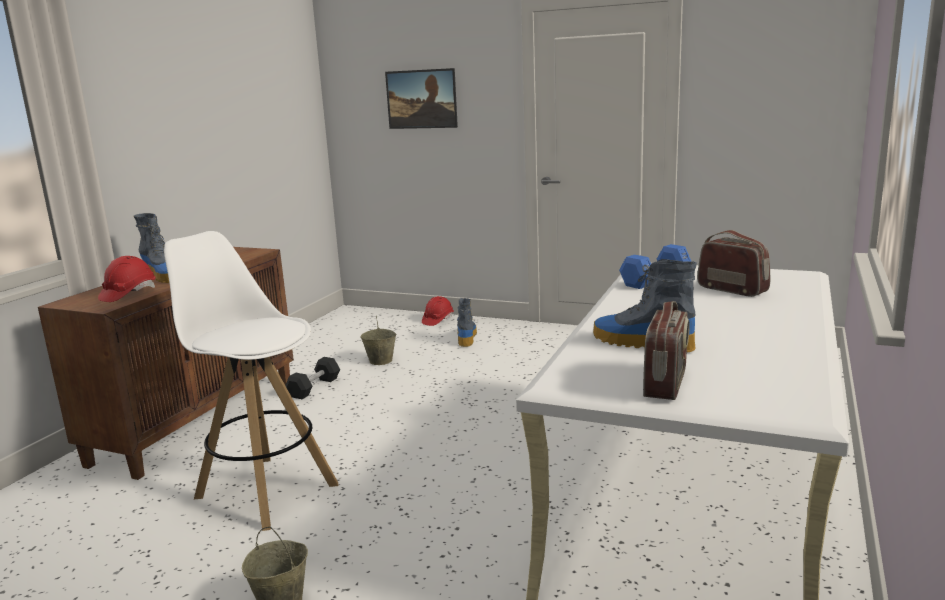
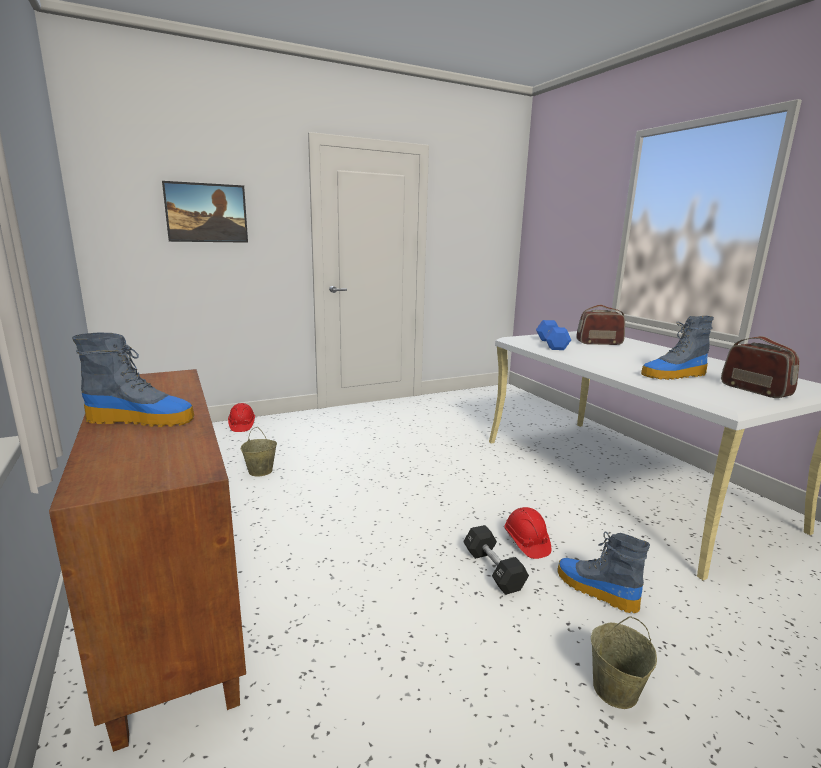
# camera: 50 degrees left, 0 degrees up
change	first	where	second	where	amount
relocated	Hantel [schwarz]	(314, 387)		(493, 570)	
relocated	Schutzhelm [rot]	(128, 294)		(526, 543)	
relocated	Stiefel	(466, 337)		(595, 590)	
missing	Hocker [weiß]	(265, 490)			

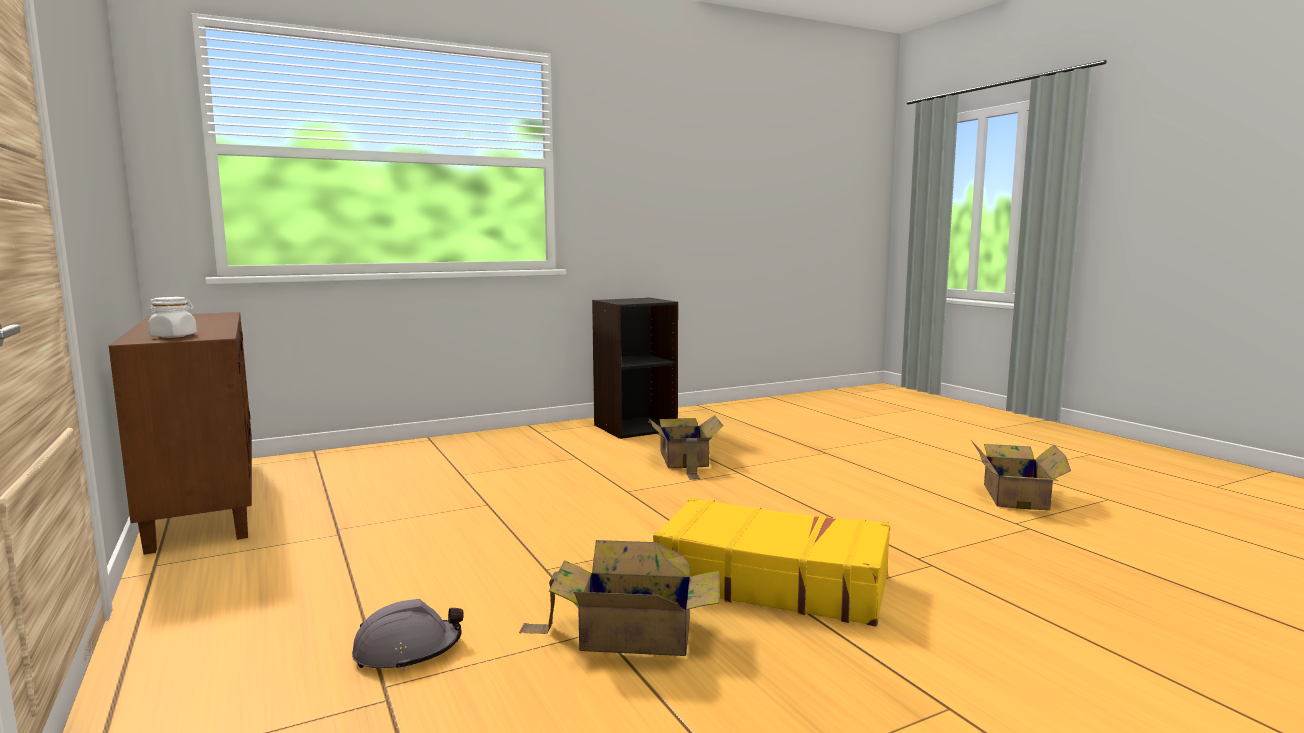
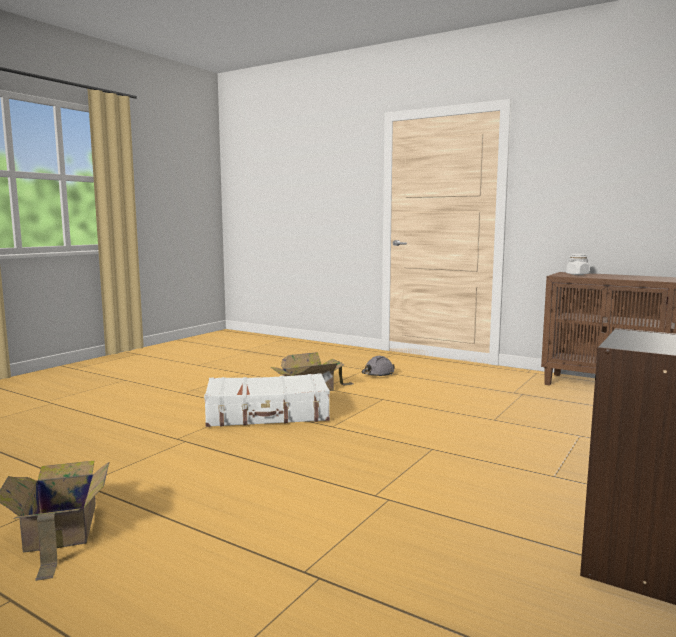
# camera: 150 degrees right, 0 degrees up
change	first	where	second	where	amount
colour	Koffer [gelb]	(772, 581)	Koffer [weiß]	(268, 414)	
missing	Karton	(683, 460)			

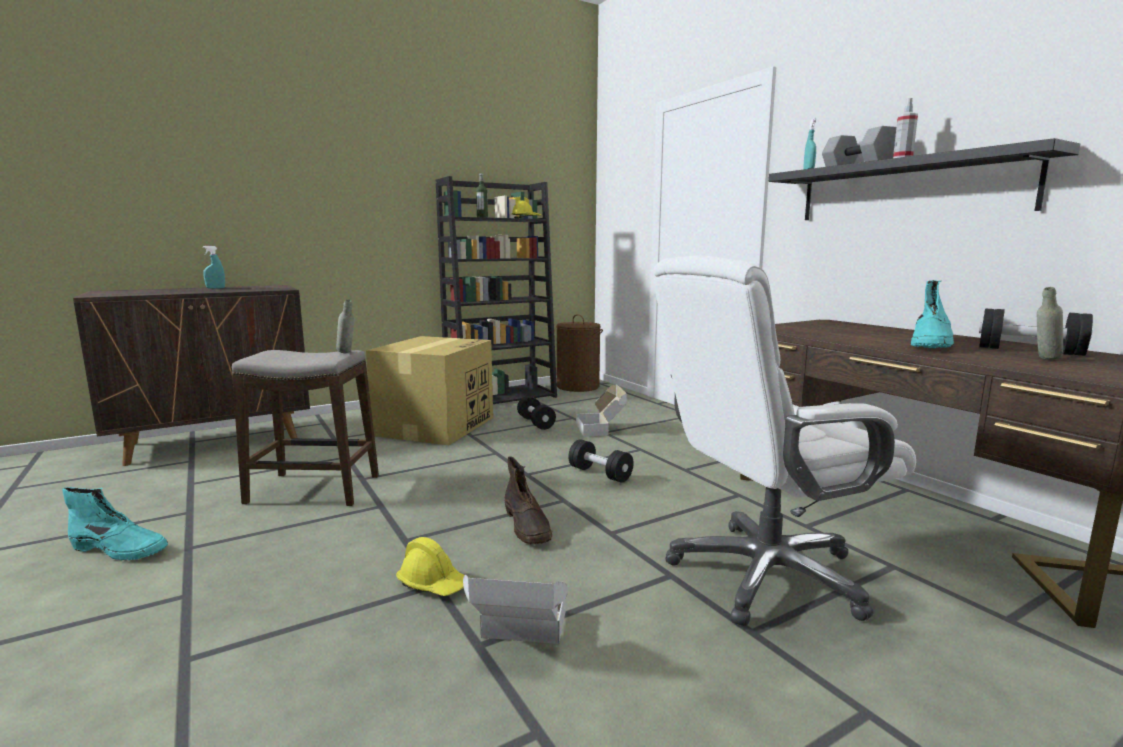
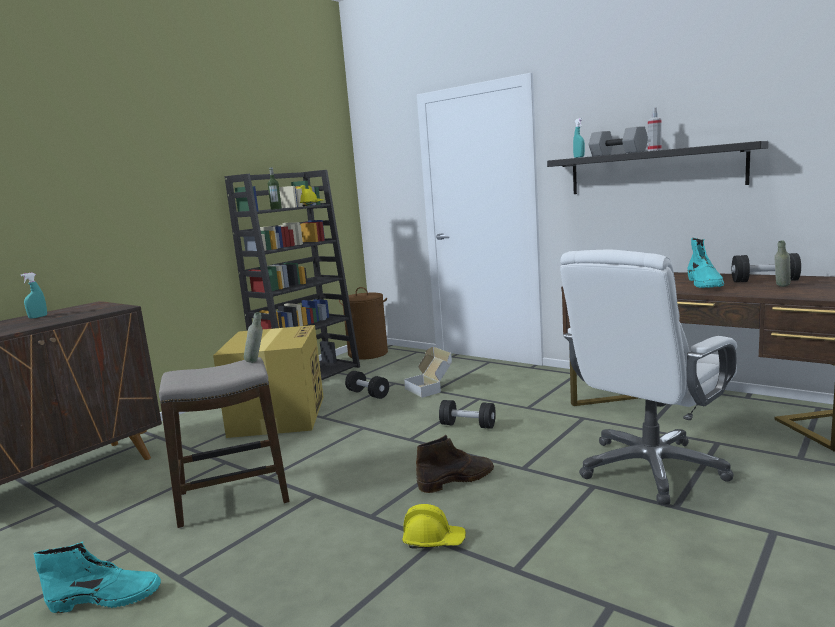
# camera: 20 degrees left, 0 degrees up
change	first	where	second	where	amount
spun	Stiefel [braun]	(527, 526)		(457, 479)	75 degrees counterclockwise
missing	Karton	(520, 638)			

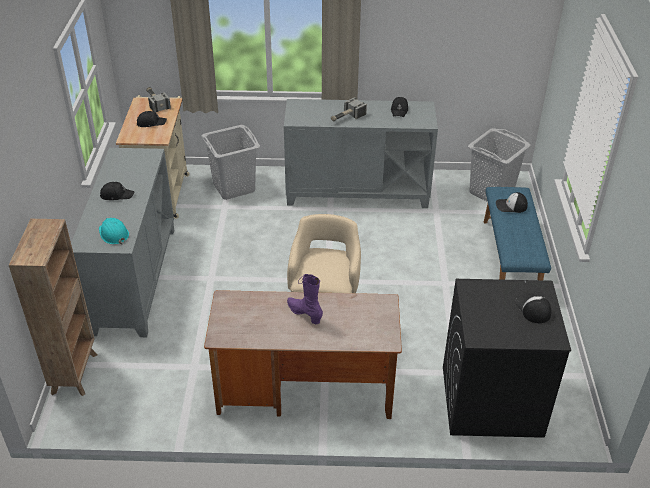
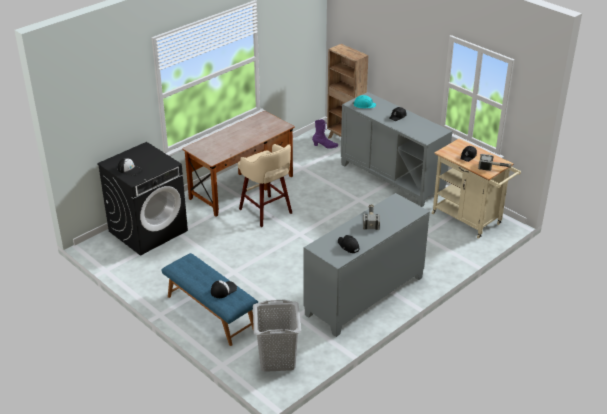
# camera: 135 degrees right, 5 degrees down
change	first	where	second	where	amount
relocated	Stiefel [lila]	(304, 314)		(325, 146)	
missing	Wäschekorb [grau]	(233, 187)			

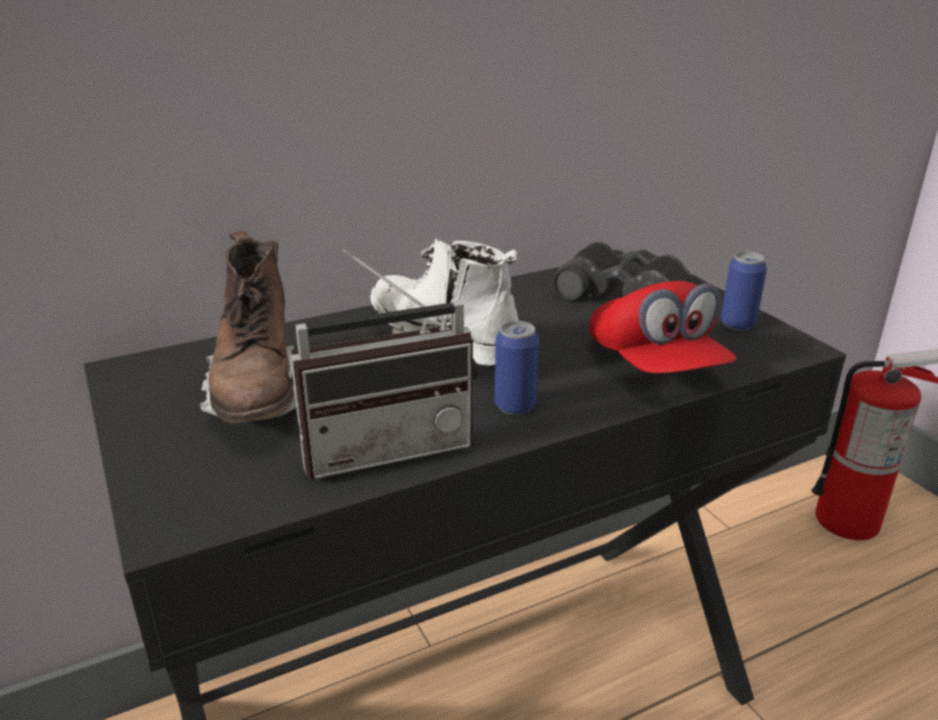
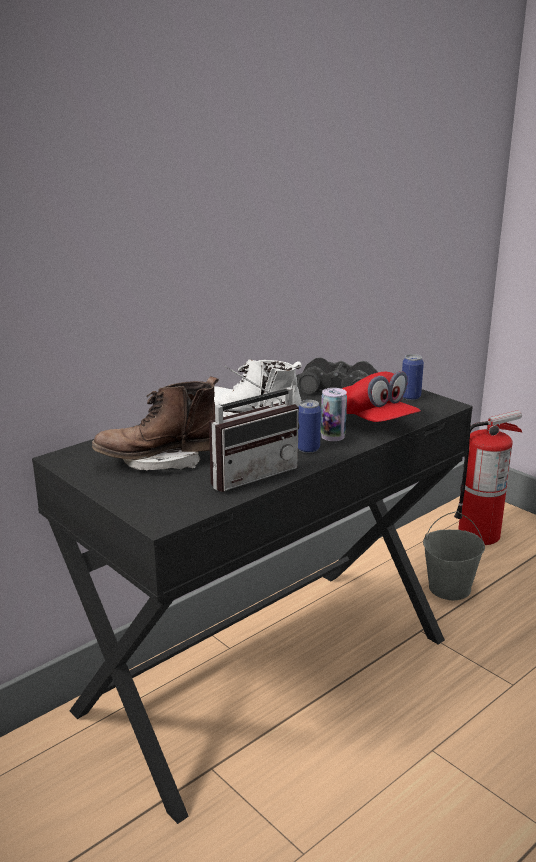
# camera: 15 degrees left, 5 degrees down
change	first	where	second	where	amount
spun	Stiefel [braun]	(258, 397)		(159, 461)	105 degrees clockwise
appeared			Dose	(332, 436)	
appeared			Eimer [grau]	(449, 588)	

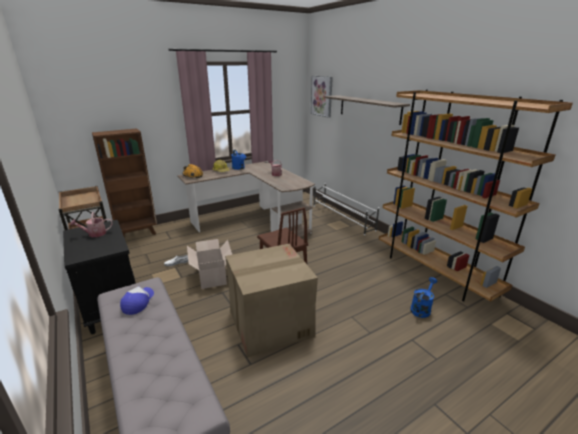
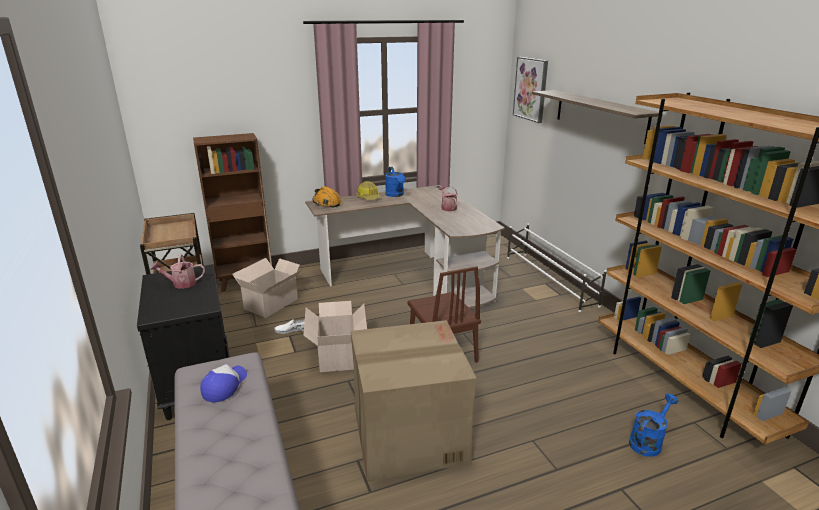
# camera: 10 degrees right, 0 degrees up
change	first	where	second	where	amount
appeared			Karton	(272, 303)	

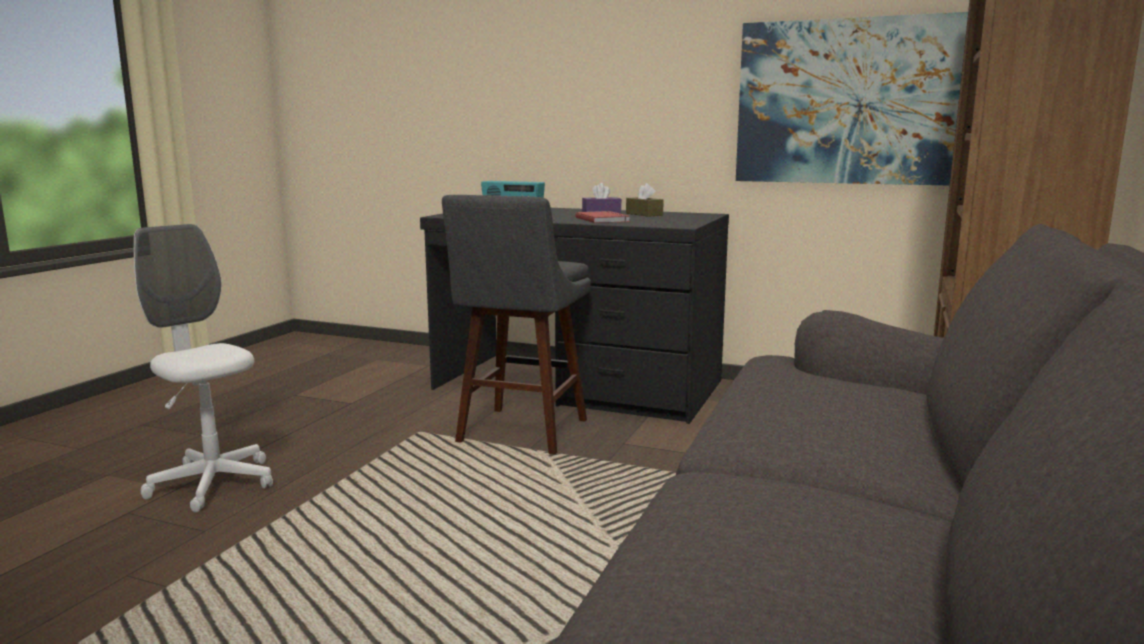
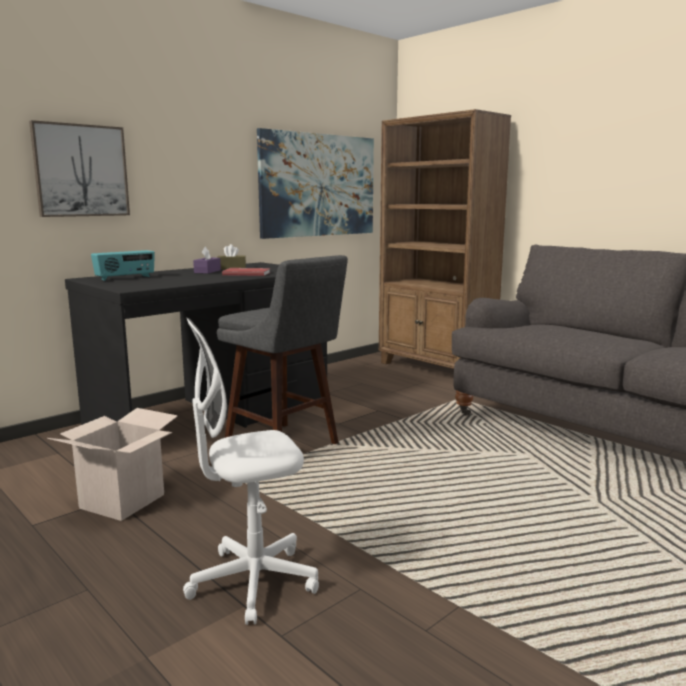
# camera: 65 degrees left, 0 degrees up
change	first	where	second	where	amount
appeared			Bild	(81, 171)	
appeared			Karton	(122, 501)	

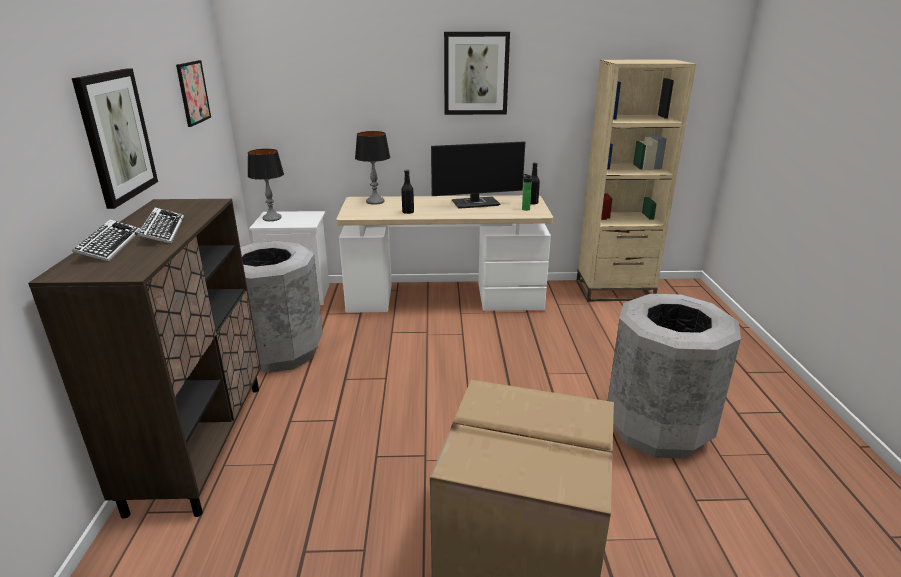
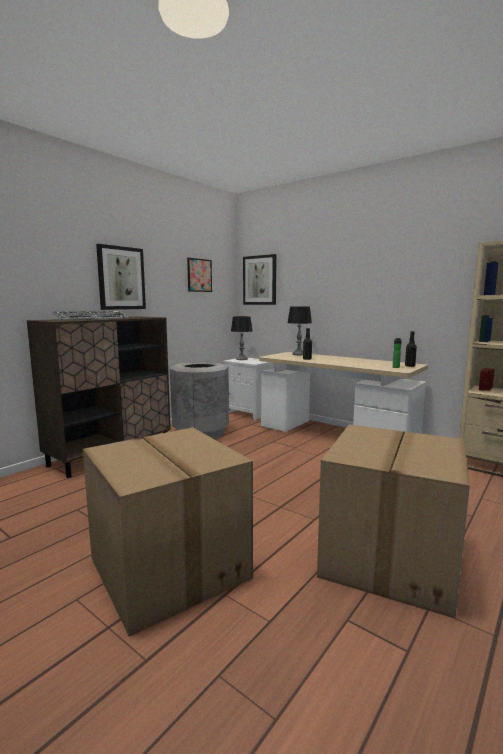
# camera: 40 degrees right, 15 degrees down
change	first	where	second	where	amount
relocated	Bild	(476, 73)		(260, 280)	
exchanged	Mülleimer [grau]	(658, 428)	Karton	(391, 560)	
missing	Monitor	(476, 203)			

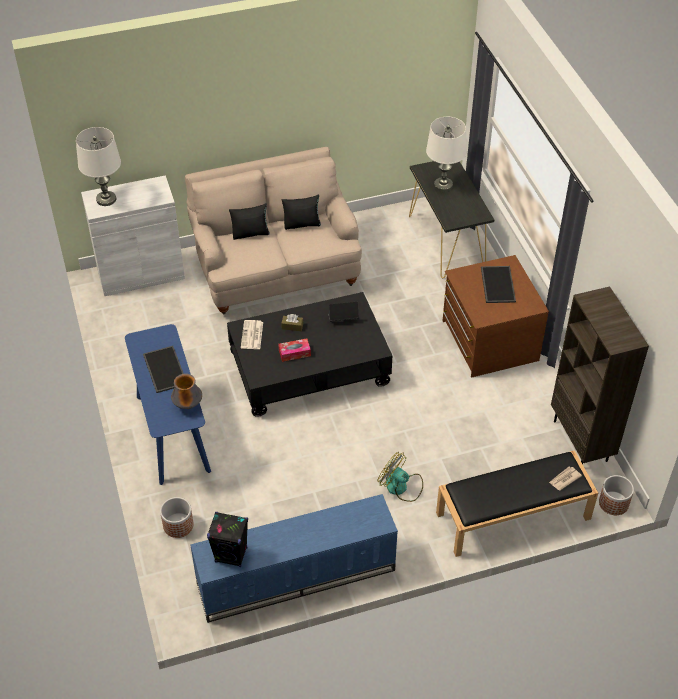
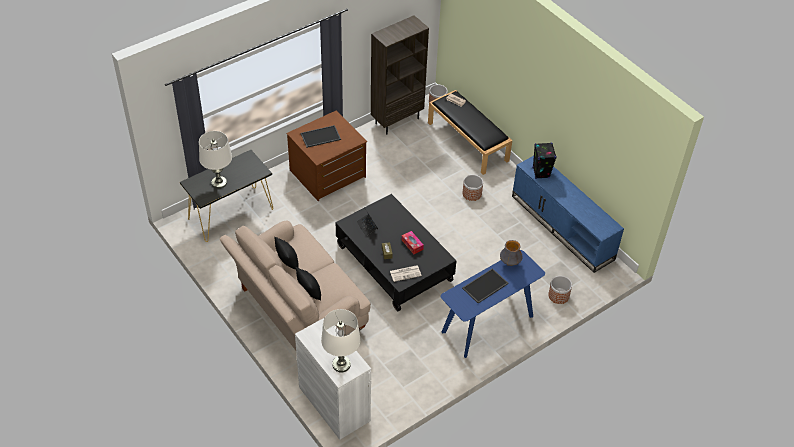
# camera: 110 degrees left, 0 degrees up
change	first	where	second	where	amount
exchanged	Ventilator	(401, 487)	Pflanzkübel	(472, 194)	
relocated	Lautsprecher [schwarz]	(231, 555)		(541, 172)	

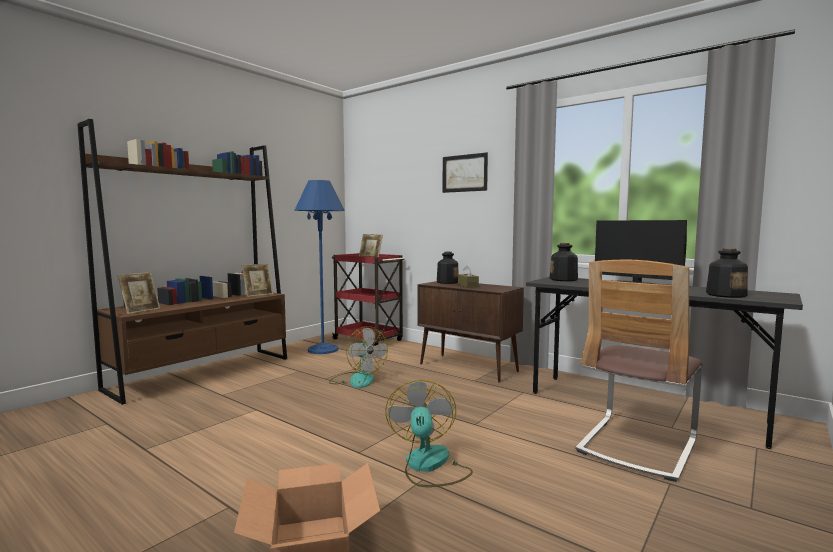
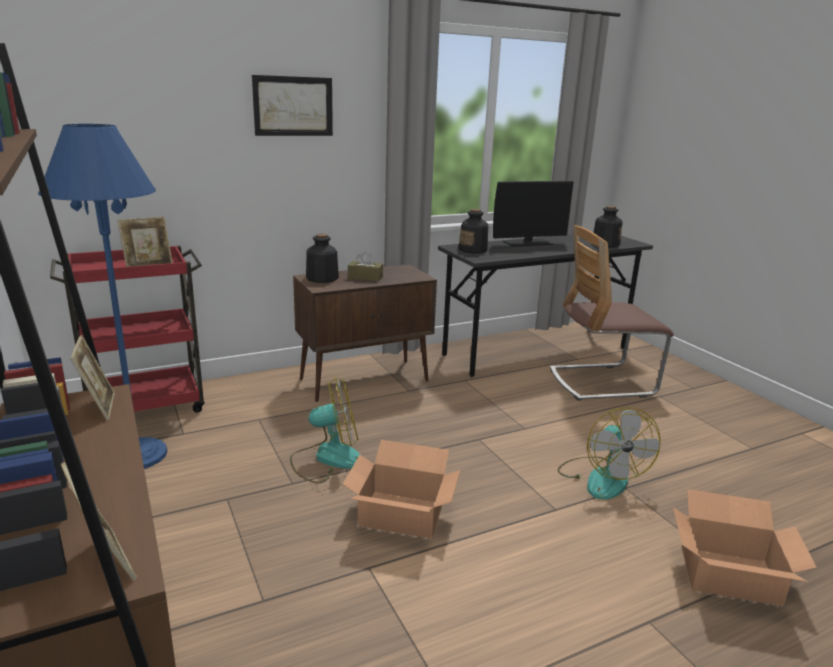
# camera: 65 degrees left, 15 degrees up
change	first	where	second	where	amount
appeared			Karton	(400, 513)	
spun	Stuhl	(637, 445)		(601, 382)	105 degrees clockwise
spun	Ventilator	(429, 466)		(601, 477)	120 degrees counterclockwise

